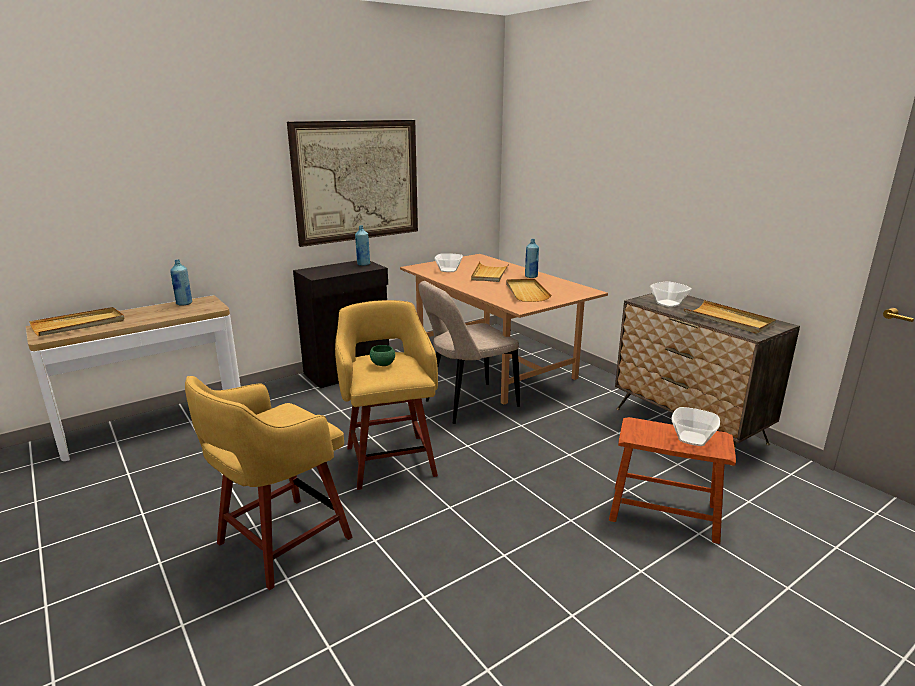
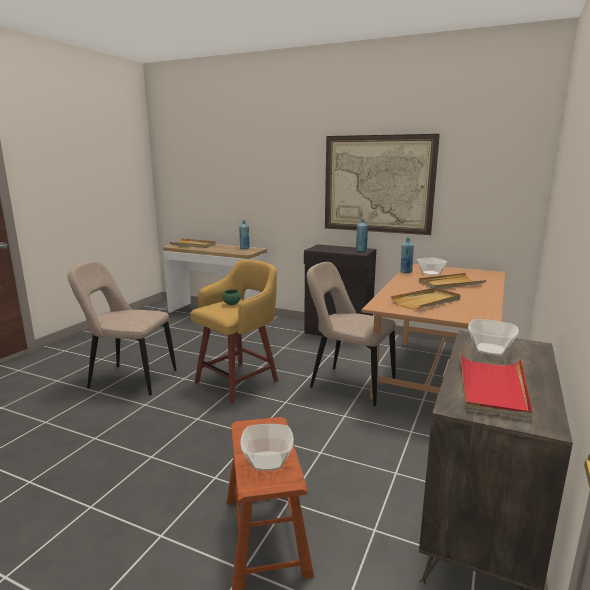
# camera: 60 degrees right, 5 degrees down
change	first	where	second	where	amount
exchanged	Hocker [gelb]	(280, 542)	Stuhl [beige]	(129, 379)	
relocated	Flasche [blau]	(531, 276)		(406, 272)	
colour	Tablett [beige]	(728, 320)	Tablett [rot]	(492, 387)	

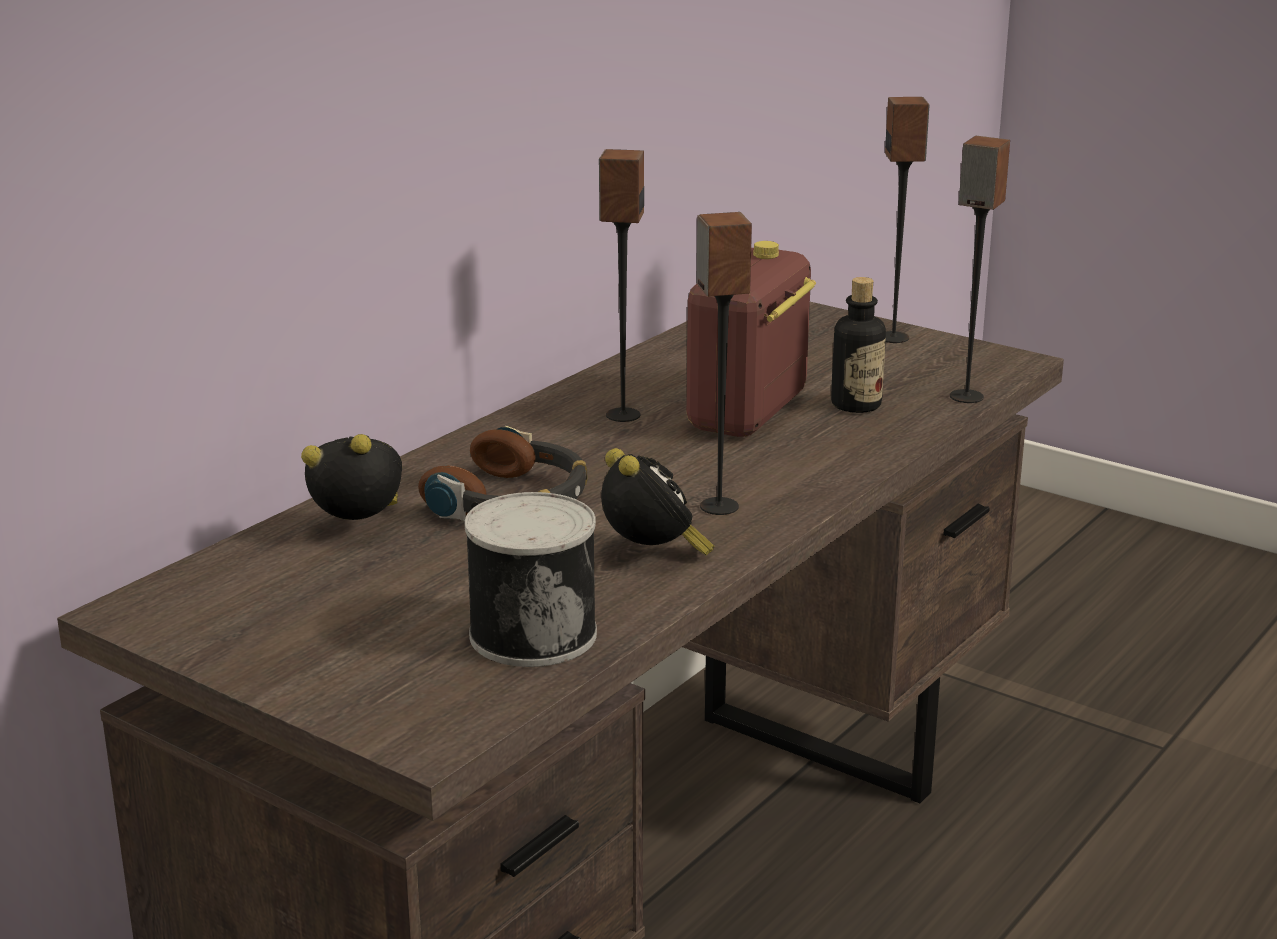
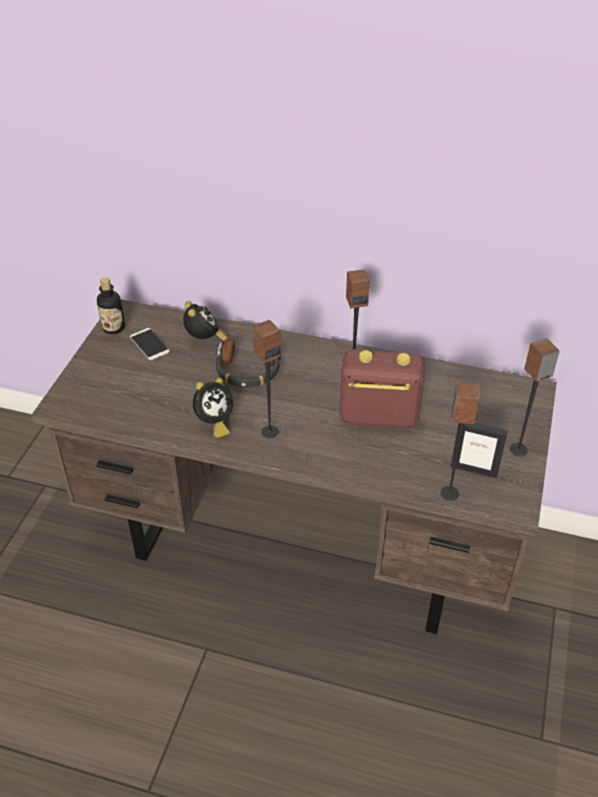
# camera: 70 degrees right, 20 degrees up
change	first	where	second	where	amount
relocated	Flasche	(856, 405)		(113, 328)	
appeared			Handy	(149, 344)	
appeared			Bilderrahmen	(474, 469)	
missing	Dose	(533, 633)			

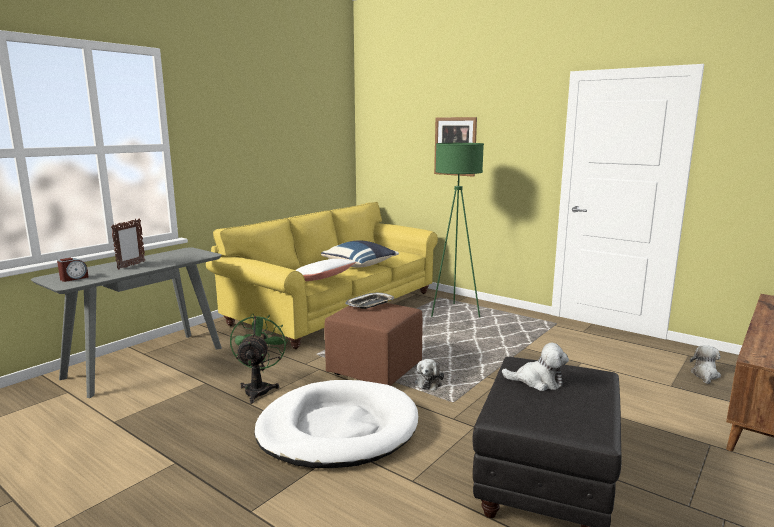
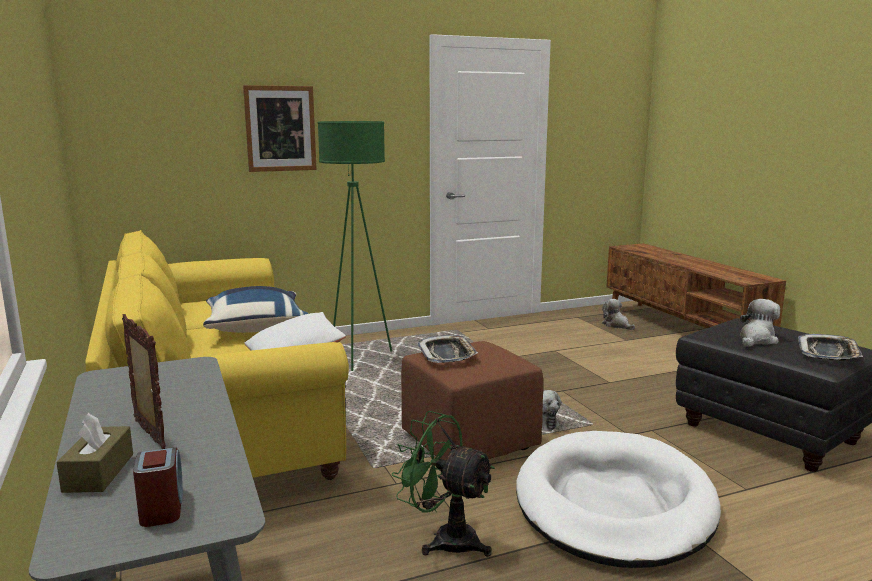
# camera: 60 degrees left, 0 degrees up
change	first	where	second	where	amount
appeared			Taschentuchbox [braun]	(99, 472)	
appeared			Tablett	(828, 353)	

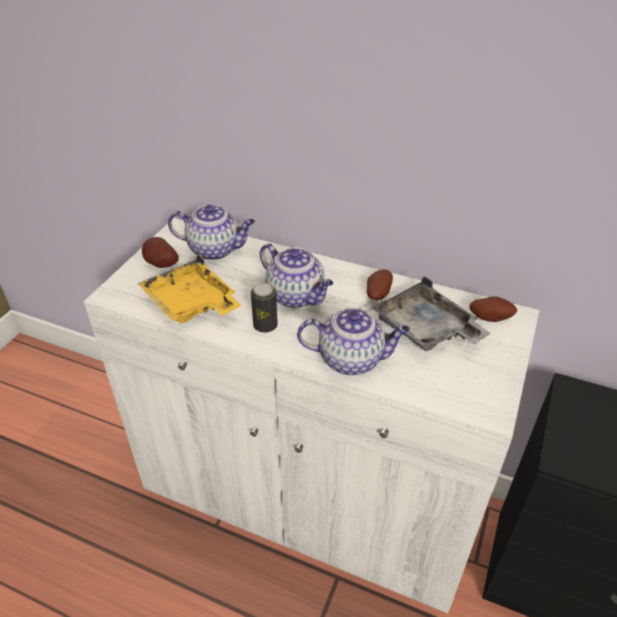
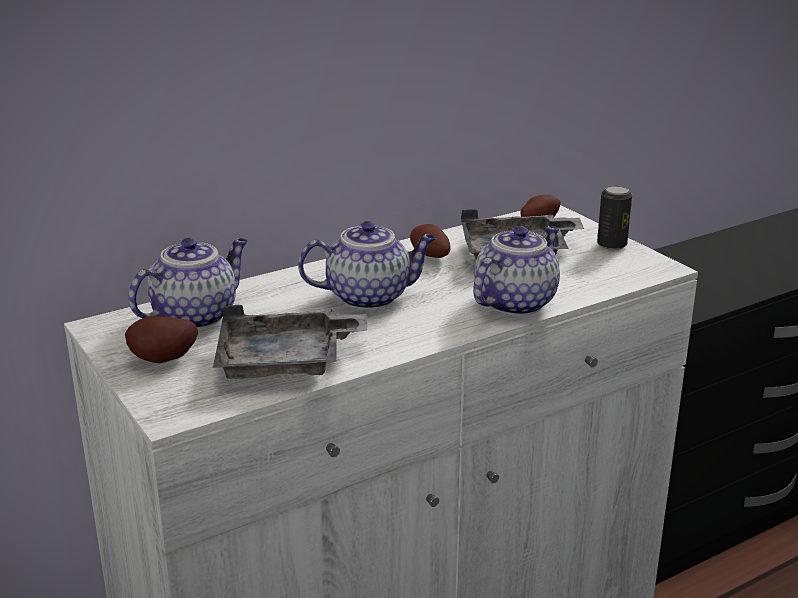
# camera: 55 degrees left, 15 degrees down
change	first	where	second	where	amount
colour	Tablett [gelb]	(191, 304)	Tablett [grau]	(286, 362)	
relocated	Dose	(265, 325)		(611, 245)	

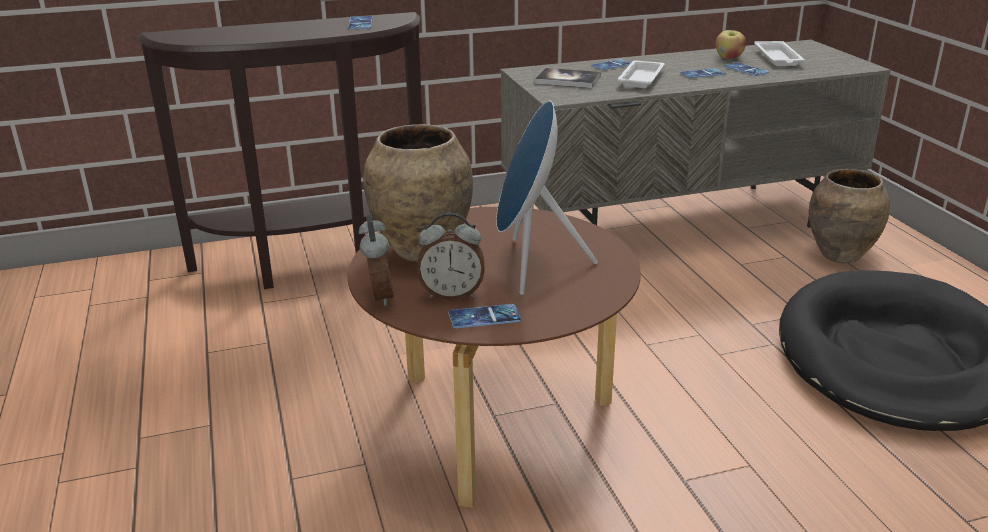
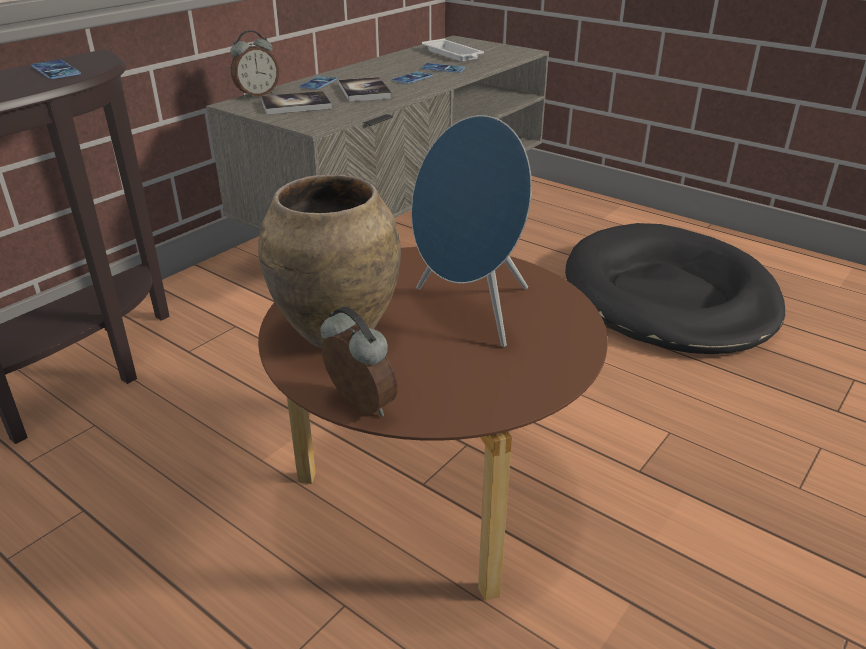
# camera: 35 degrees left, 5 degrees up
change	first	where	second	where	amount
relocated	Wecker	(452, 294)		(257, 95)	
exchanged	Tablett [weiß]	(641, 78)	Buch	(364, 91)	
missing	Handy	(484, 317)			
missing	Apfel	(729, 57)			
missing	Vase [braun]	(841, 256)			

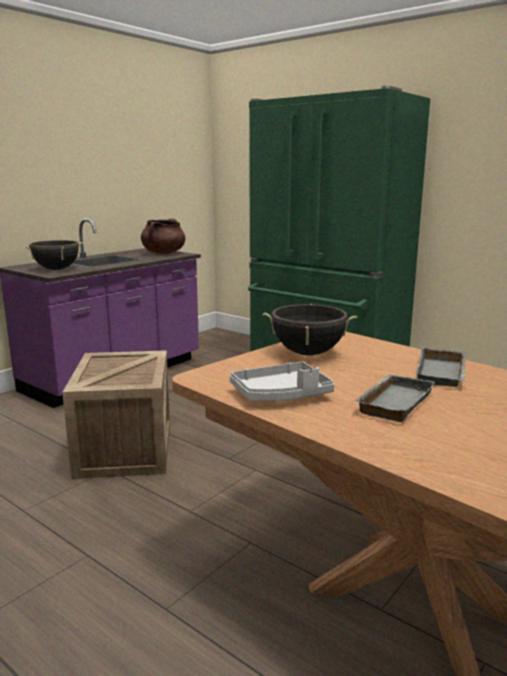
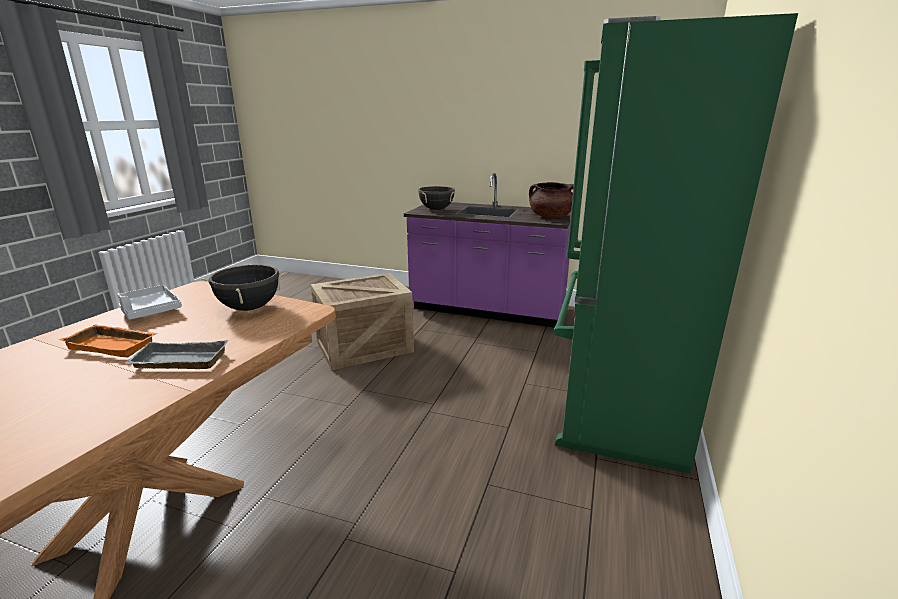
# camera: 70 degrees right, 5 degrees up
change	first	where	second	where	amount
colour	Tablett [grau]	(393, 402)	Tablett [orange]	(115, 345)	

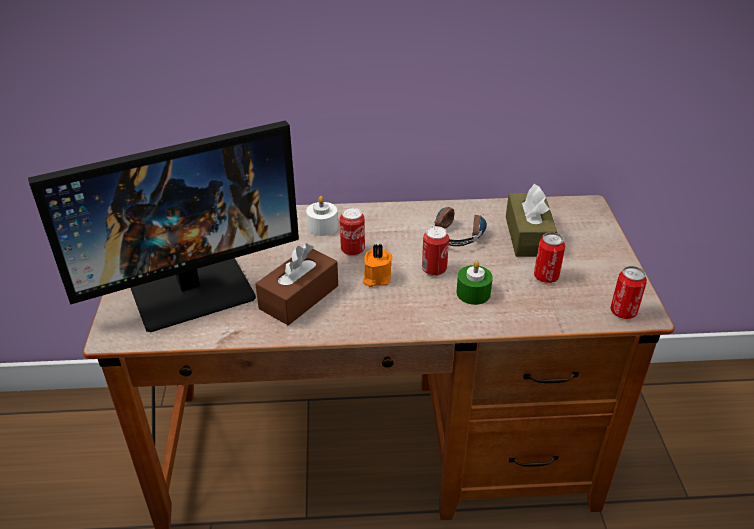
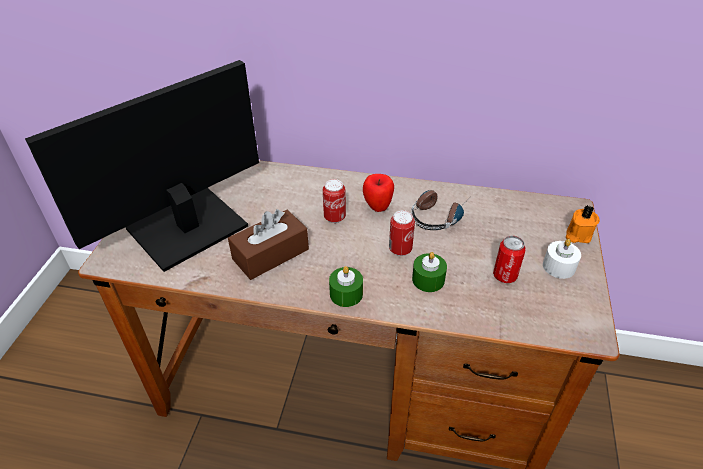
# camera: 15 degrees right, 5 degrees up
change	first	where	second	where	amount
spun	Monitor	(191, 287)		(186, 228)	150 degrees clockwise
appeared			Kerze [grün]	(346, 294)	
appeared			Apfel	(377, 208)	
relocated	Kerze [weiß]	(322, 227)		(558, 266)	
relocated	Kerze [orange]	(376, 278)		(577, 235)	
missing	Taschentuchbox [braun]	(528, 236)			
missing	Dose	(623, 312)			

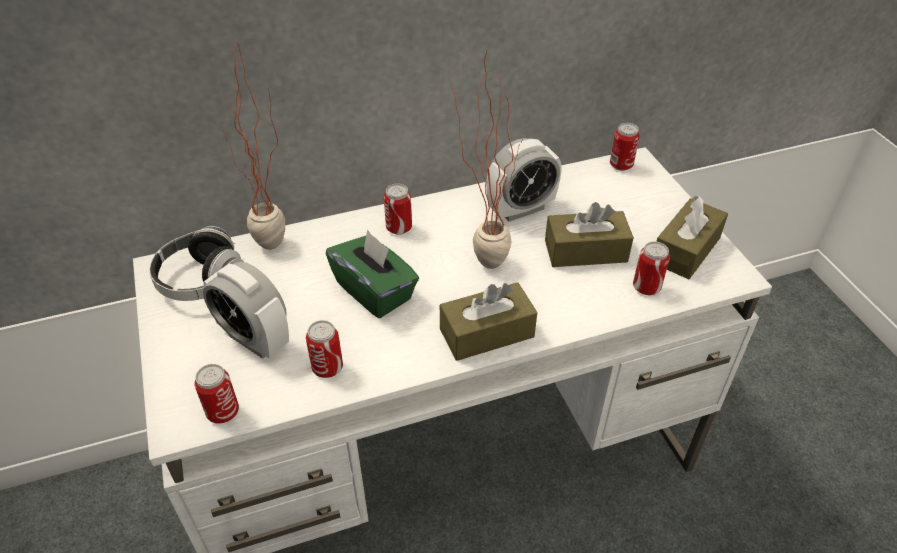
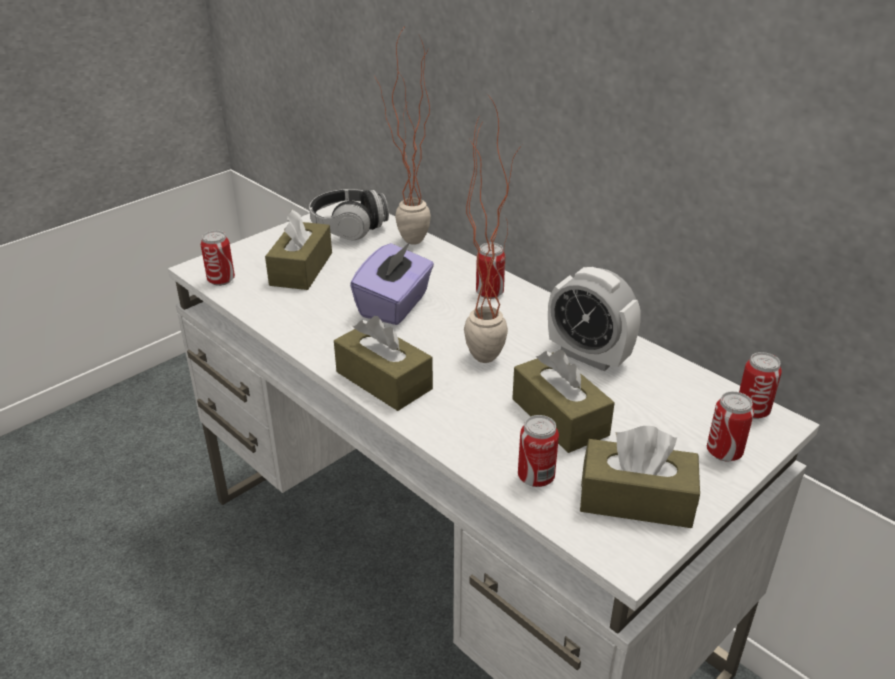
# camera: 65 degrees right, 10 degrees down
change	first	where	second	where	amount
exchanged	Wecker	(254, 339)	Taschentuchbox [braun]	(301, 269)	
colour	Taschentuchbox [grün]	(375, 291)	Taschentuchbox [lila]	(395, 305)	
relocated	Dose	(327, 368)		(724, 452)	

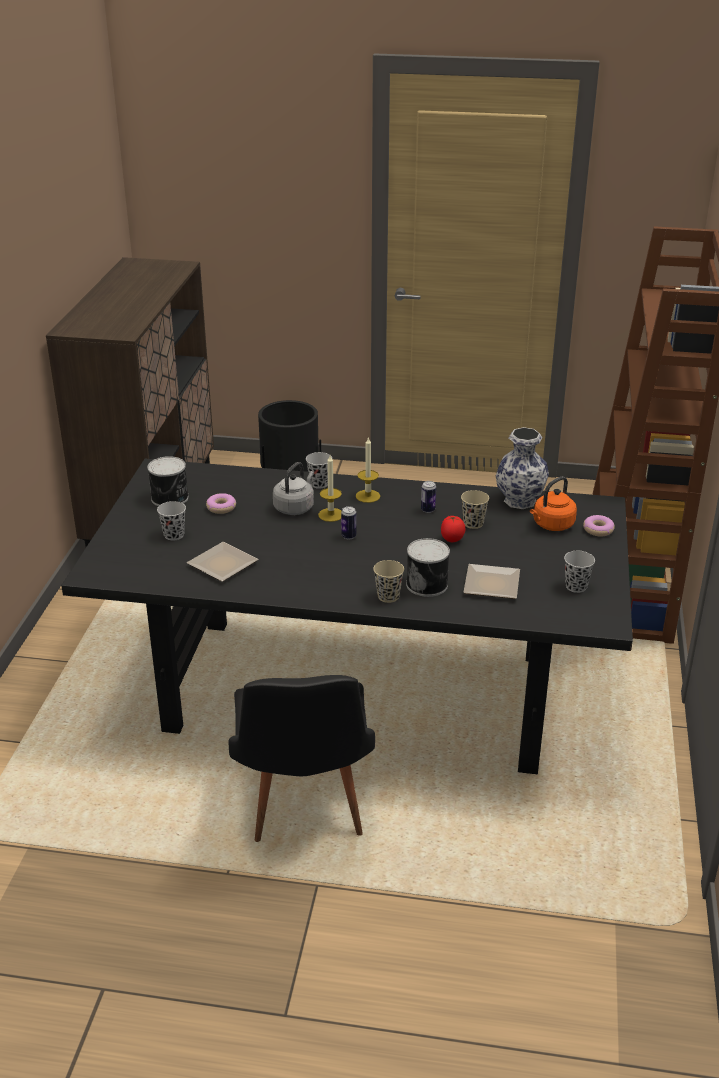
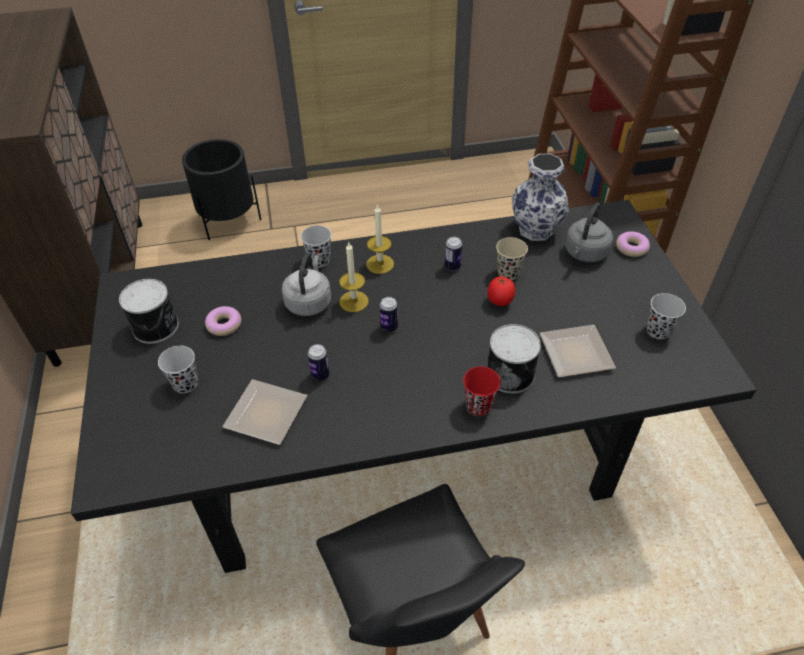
# camera: 20 degrees left, 15 degrees up
change	first	where	second	where	amount
appeared			Dose	(320, 375)	
colour	Tasse [beige]	(388, 596)	Tasse [rot]	(479, 405)	
colour	Wasserkessel [orange]	(551, 525)	Wasserkessel [grau]	(585, 254)	

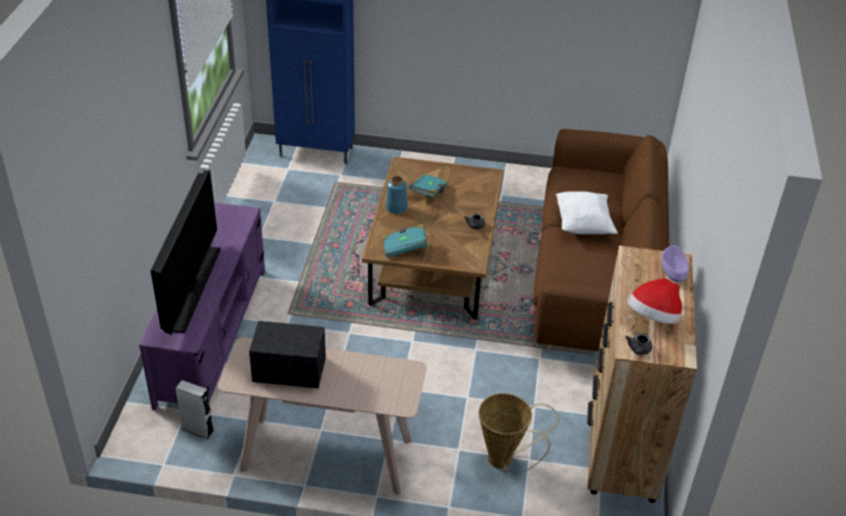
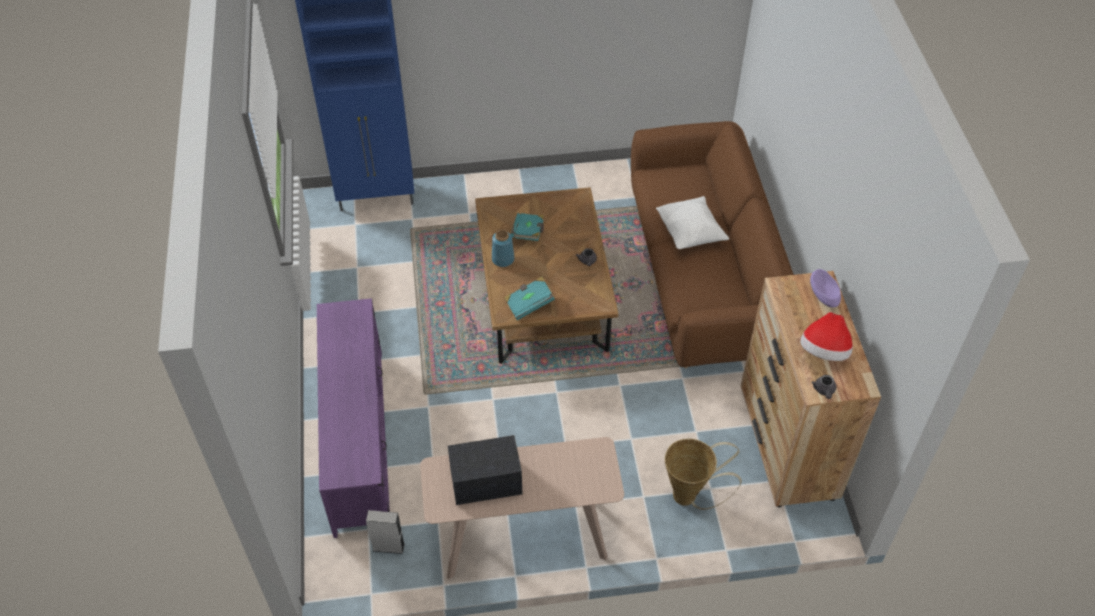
# camera: 15 degrees left, 10 degrees up
change	first	where	second	where	amount
missing	Fernseher	(192, 288)			

